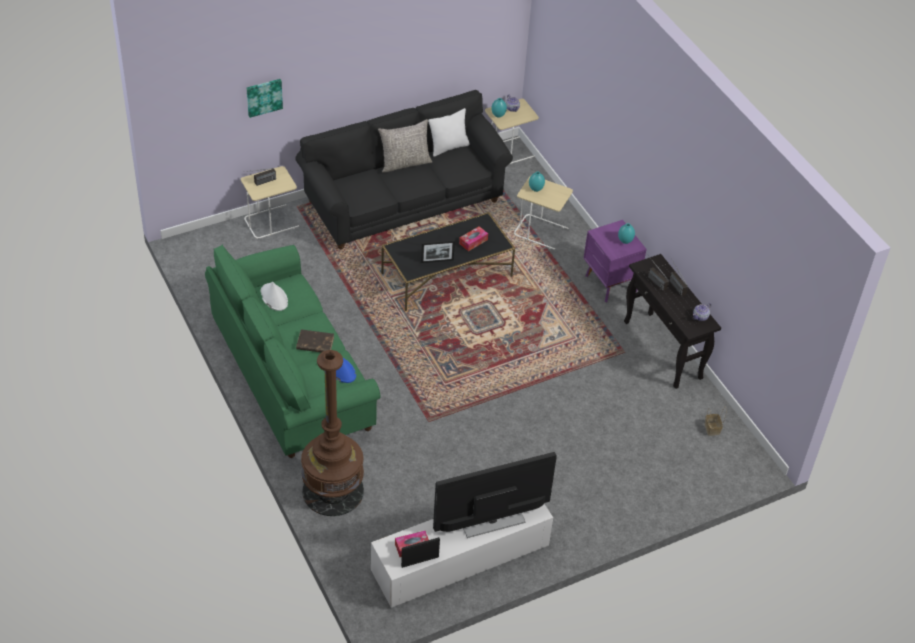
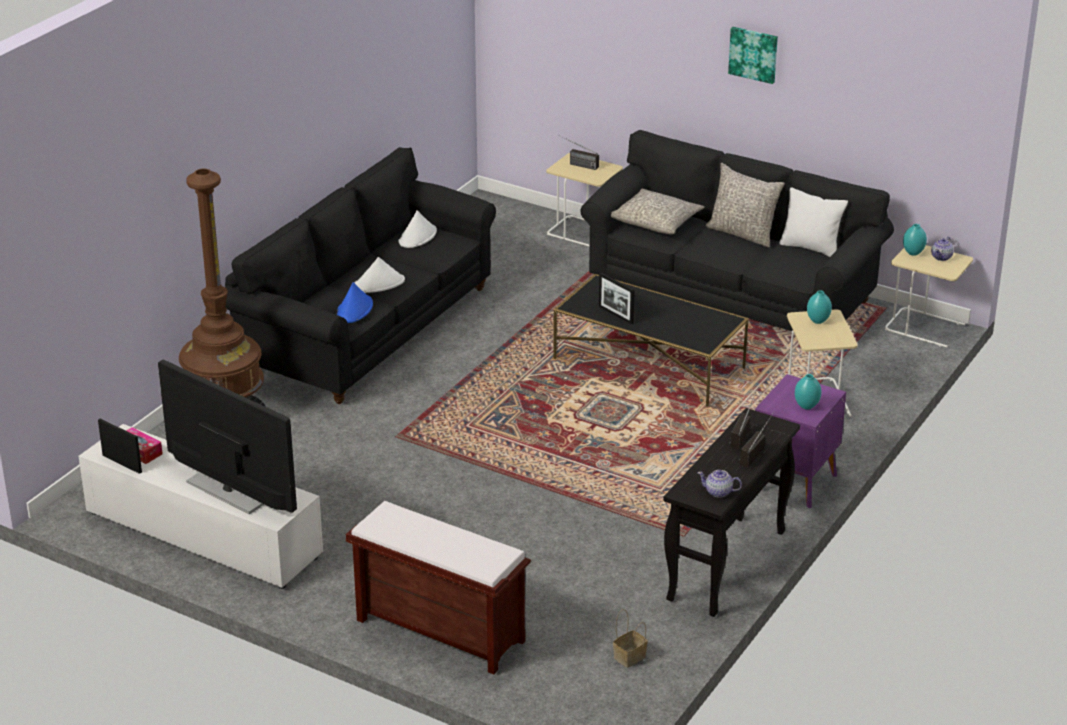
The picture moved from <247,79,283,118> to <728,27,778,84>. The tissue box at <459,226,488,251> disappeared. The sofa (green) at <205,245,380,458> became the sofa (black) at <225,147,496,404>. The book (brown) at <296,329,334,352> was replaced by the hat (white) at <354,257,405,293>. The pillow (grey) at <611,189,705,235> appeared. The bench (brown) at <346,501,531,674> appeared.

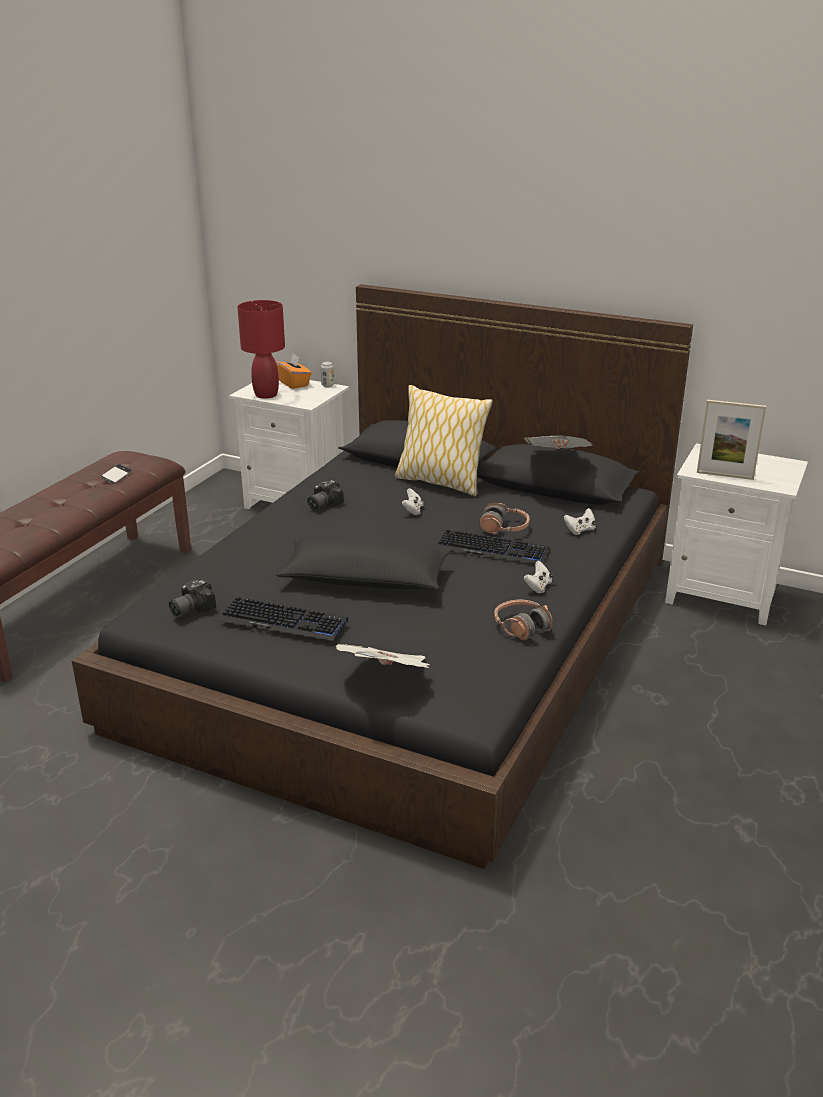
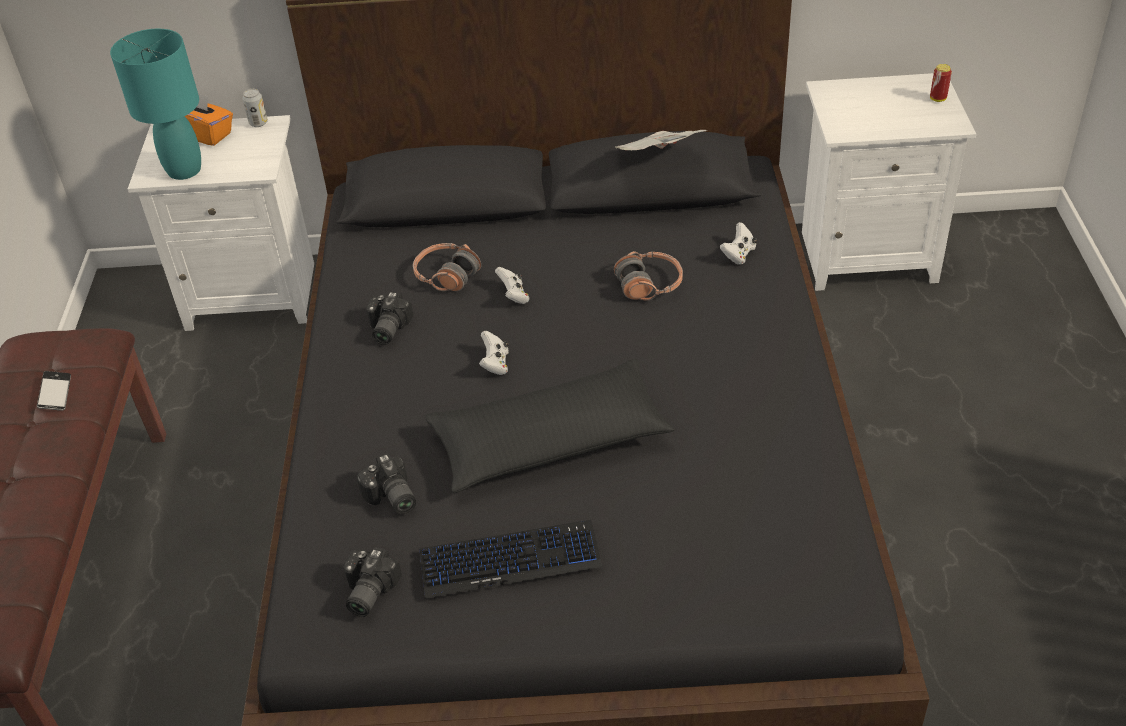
The table lamp (red) at <237,300,285,399> became the table lamp (turquoise) at <110,29,201,180>. The pillow at <395,385,493,496> disappeared. The picture frame at <697,400,766,480> disappeared. The keyboard at <435,529,549,564> disappeared. The game controller (white) moved from <523,561,553,594> to <479,331,509,375>. The headphones moved from <494,600,553,640> to <413,243,481,291>. The newspaper at <336,644,430,668> disappeared. The can at <930,64,952,102> appeared. The photo camera at <357,453,416,514> appeared.

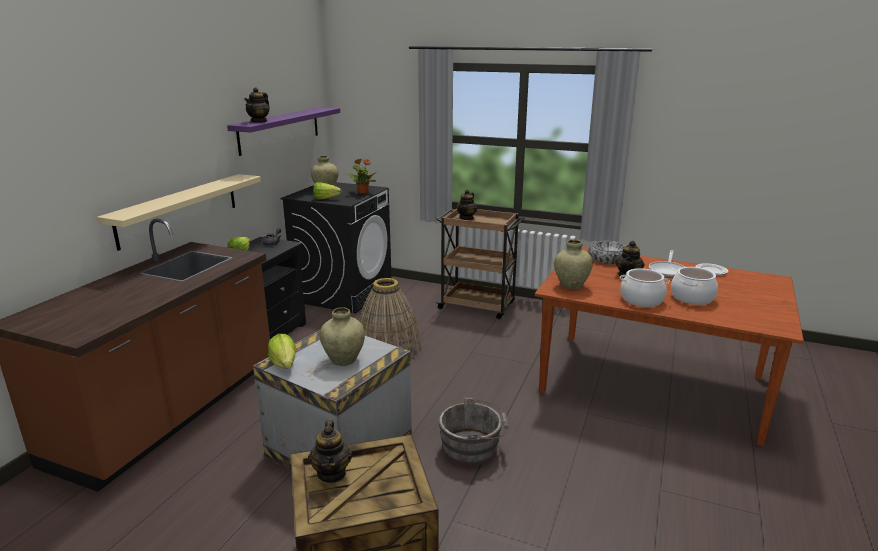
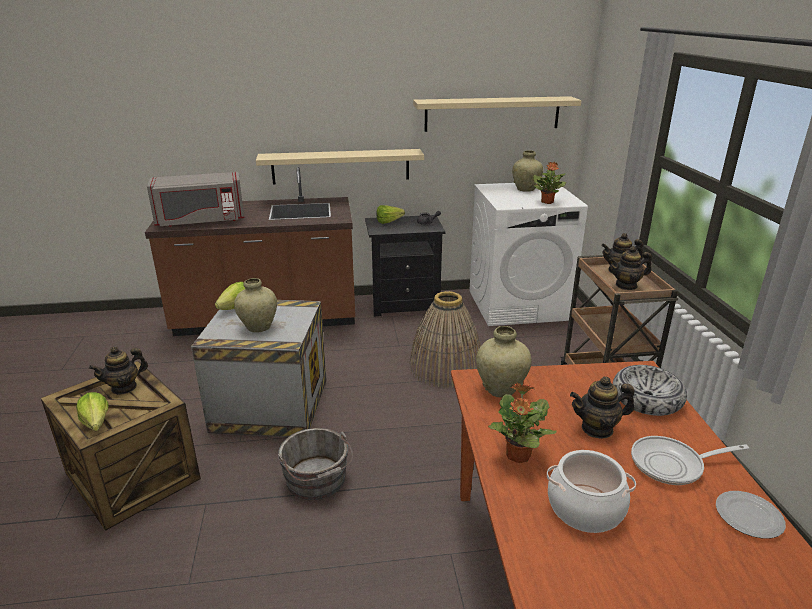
The teapot moved from <244,87,270,123> to <609,246,652,290>. The shelf (purple) at <227,107,340,156> became the shelf (beige) at <413,96,582,132>. The washing machine (black) at <280,182,392,314> became the washing machine (white) at <469,183,588,326>. The lettuce moved from <313,182,342,200> to <76,392,109,431>. The cooking pot at <620,268,670,307> was replaced by the potted plant at <488,383,556,463>. The microwave (grey) at <147,172,244,227> appeared.

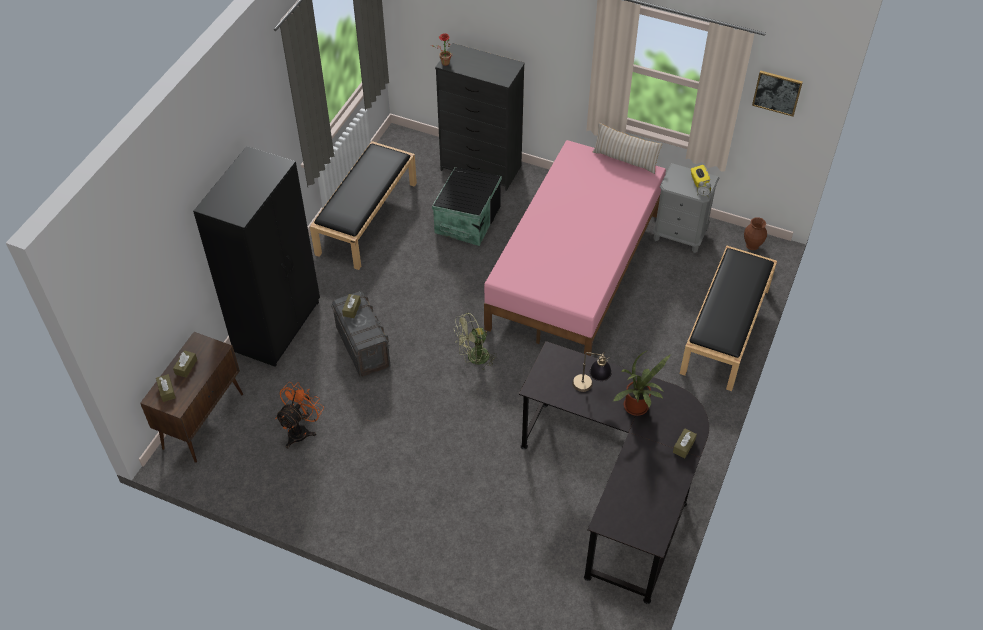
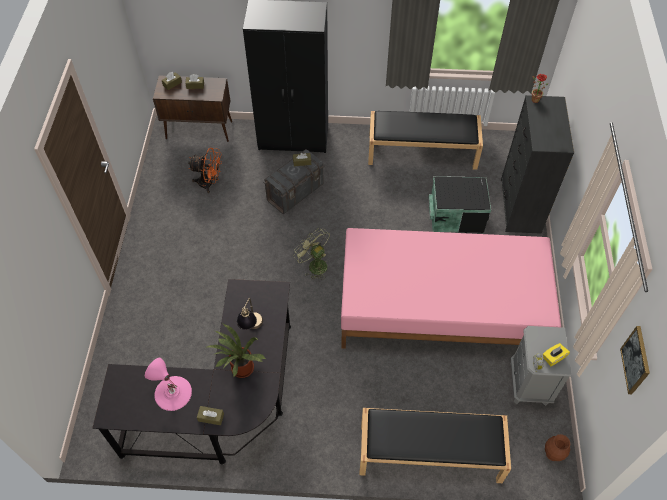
The pillow (beige) at <593,123,662,174> disappeared. The table lamp (pink) at <145,358,192,411> appeared.

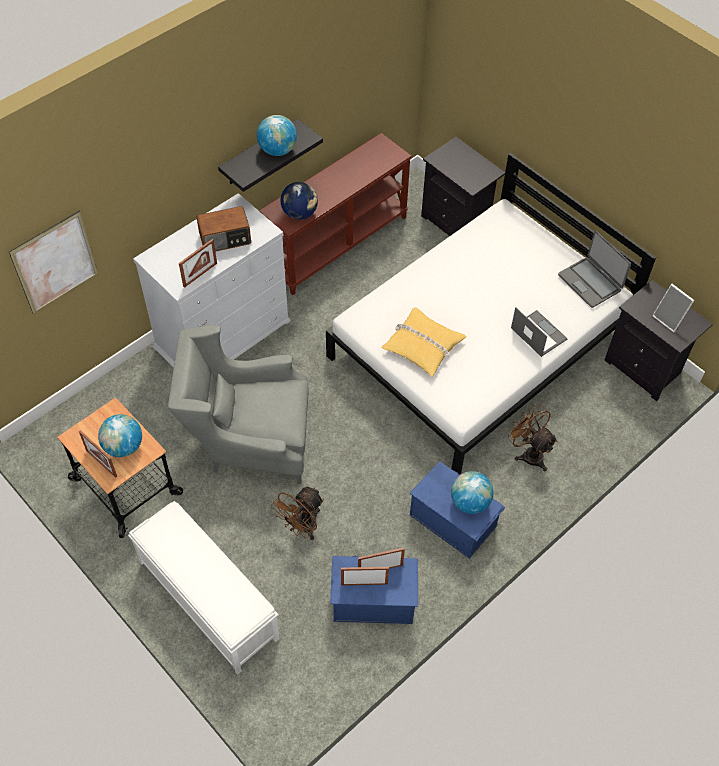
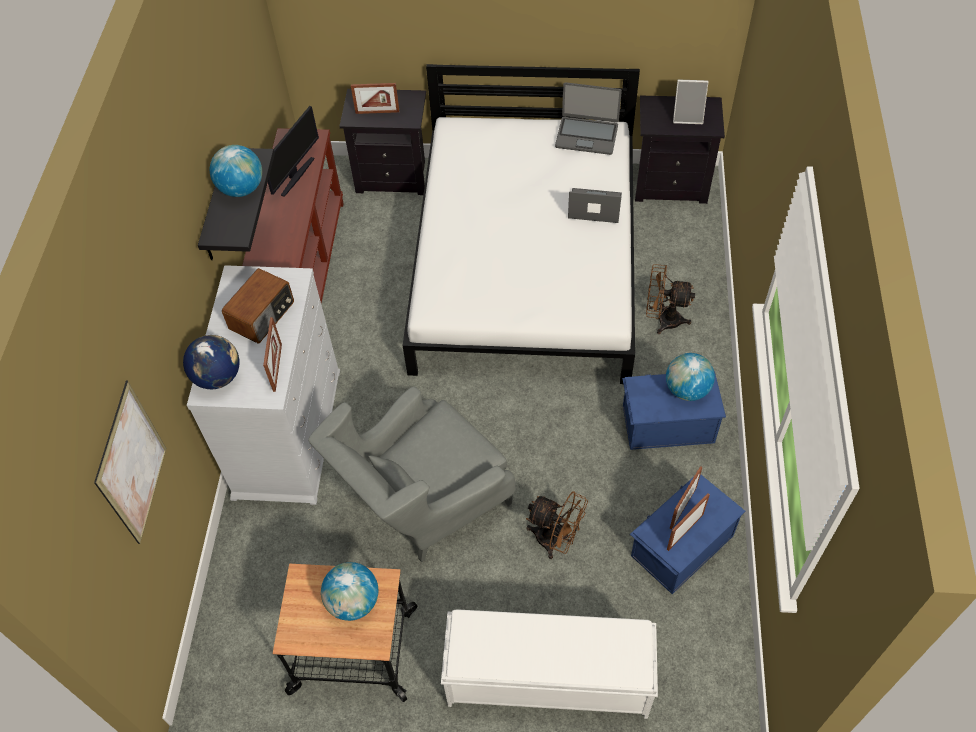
The globe moved from <280,182,318,220> to <183,335,240,389>. The pillow (yellow) at <381,307,467,377> disappeared. The picture frame moved from <79,430,117,478> to <351,83,399,114>. The fan (brown) at <271,487,324,540> turned 60 degrees counterclockwise. The monitor at <268,106,319,197> appeared.

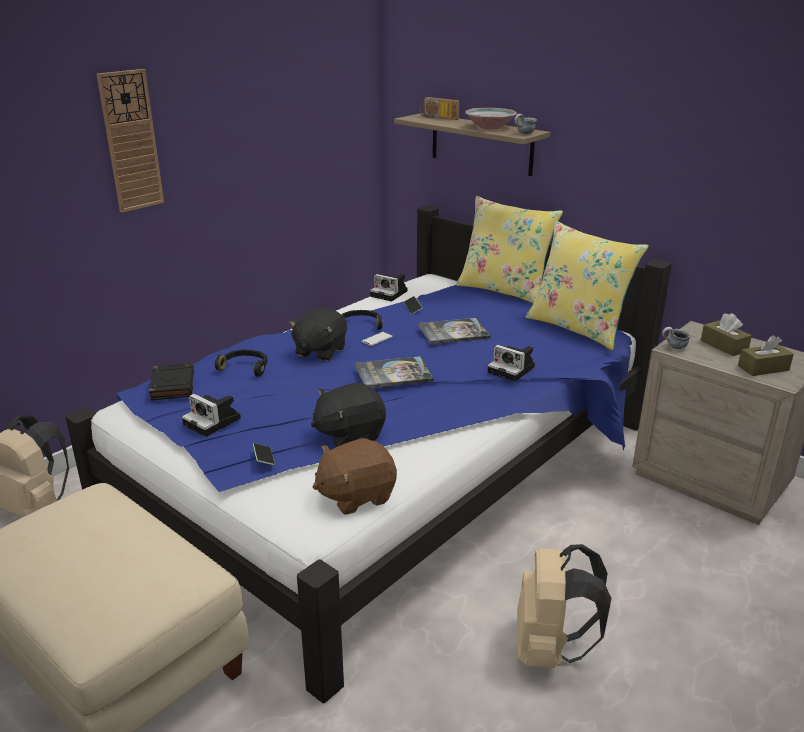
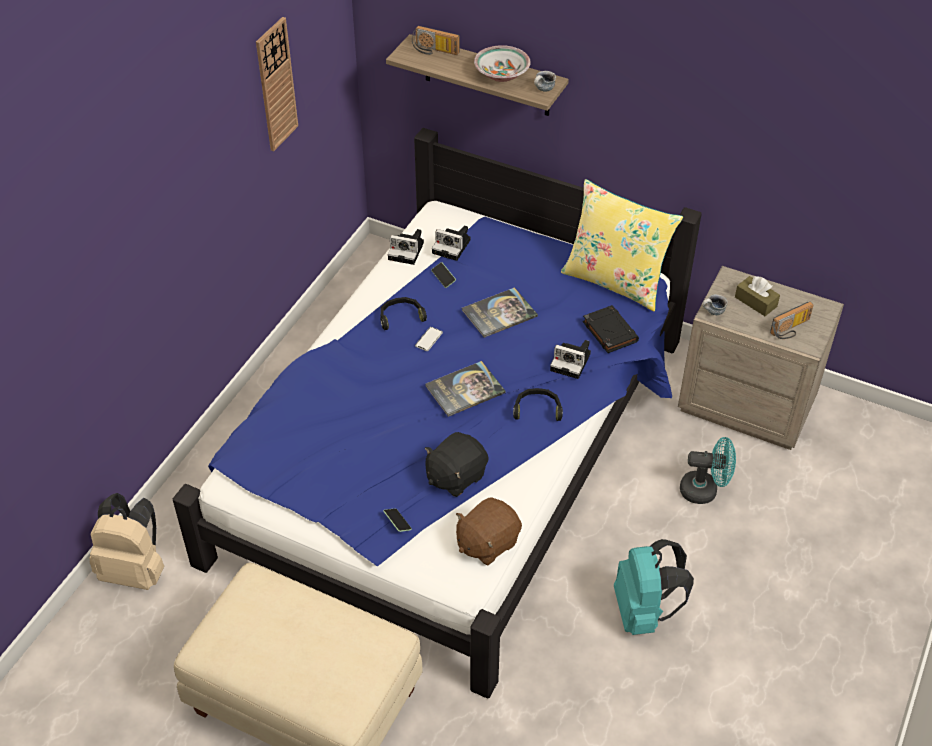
The wall clock moved from <96,69,164,213> to <256,17,298,151>. The pillow (yellow) at <456,196,563,303> disappeared. The plush toy (black) at <289,307,347,361> disappeared. The tissue box (brown) at <738,335,794,376> was replaced by the radio at <770,301,814,339>. The headphones (black) moved from <215,349,267,376> to <513,388,563,421>. The book (black) moved from <149,363,194,401> to <583,305,639,353>. The photo camera moved from <182,394,241,437> to <432,226,471,261>. The backpack (beige) at <517,544,611,668> became the backpack (turquoise) at <614,539,694,635>. The fan (turquoise) at <680,437,736,504> appeared.

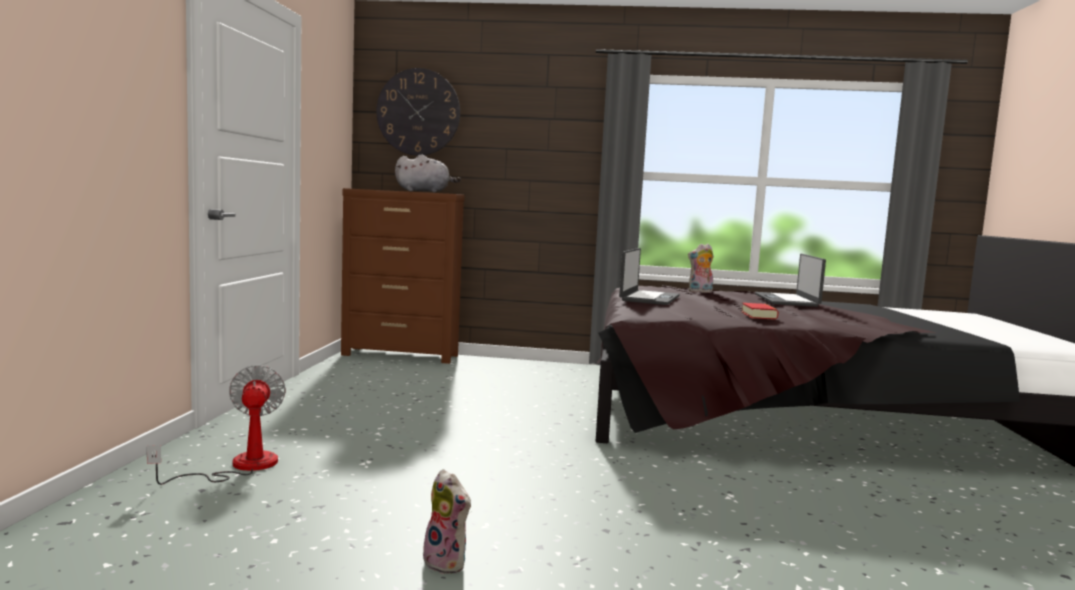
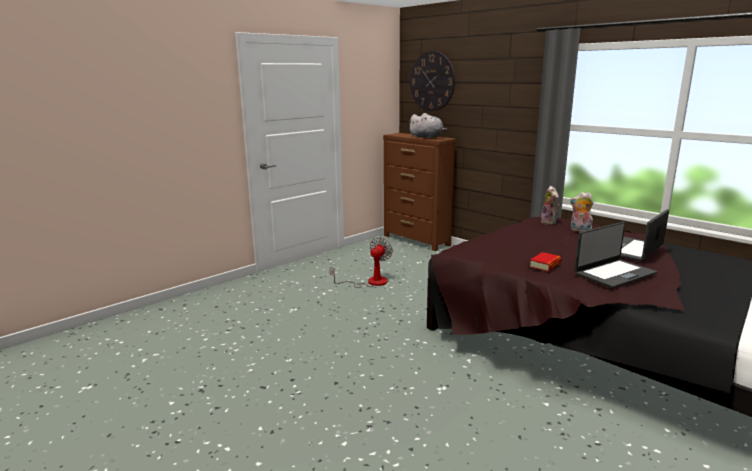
The laptop moved from <619,248,680,305> to <574,222,657,288>. The fan moved from <147,365,286,485> to <330,237,393,288>. The plush toy moved from <421,469,471,574> to <541,186,559,225>.

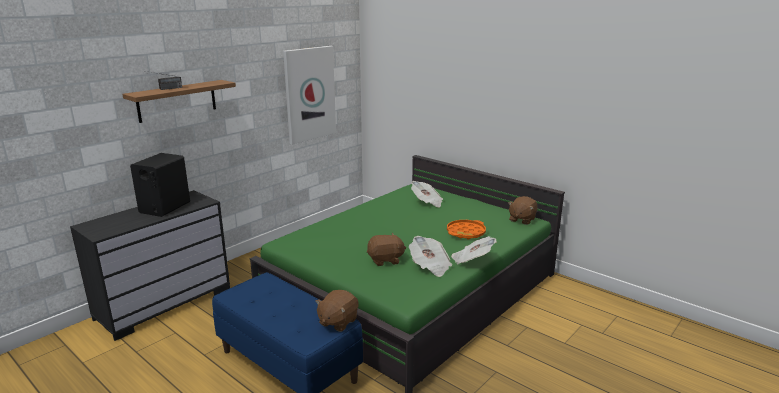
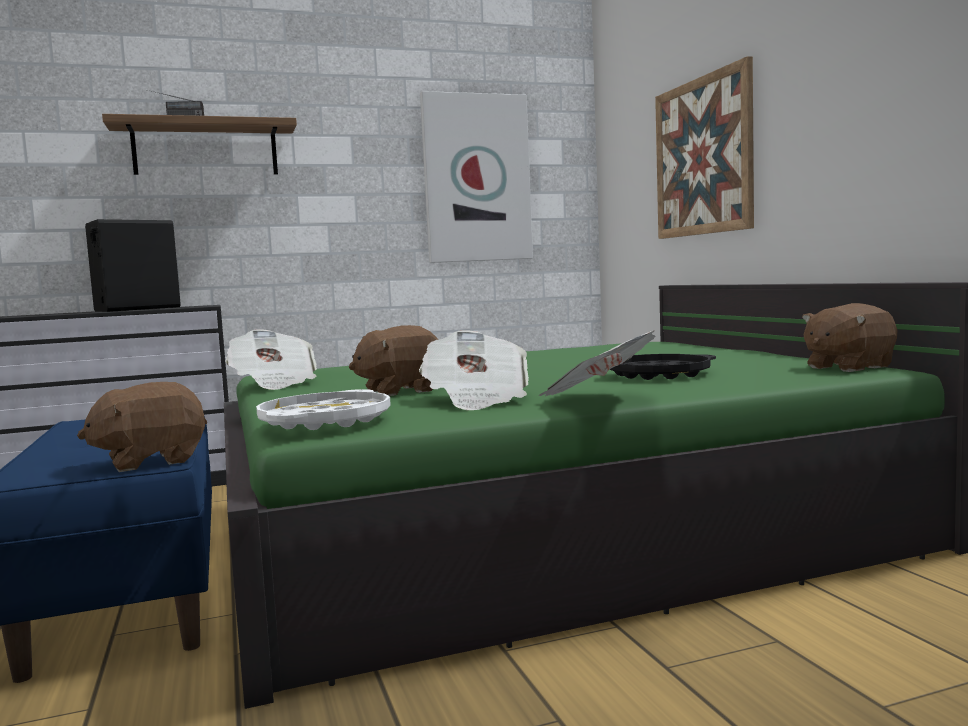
The newspaper moved from <411,181,443,207> to <226,329,317,390>. The tray (orange) at <447,220,486,240> became the tray (black) at <610,354,716,380>. The plush toy (brown) at <367,233,406,266> turned 135 degrees clockwise. The picture at <655,56,754,239> appeared. The tray (white) at <256,389,391,430> appeared.

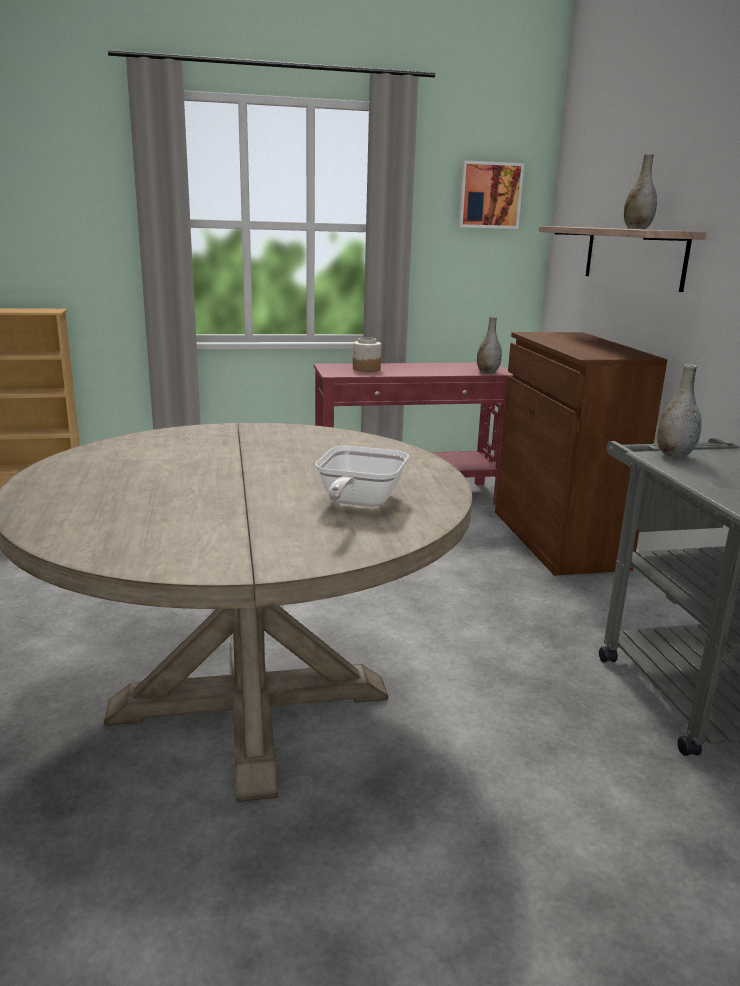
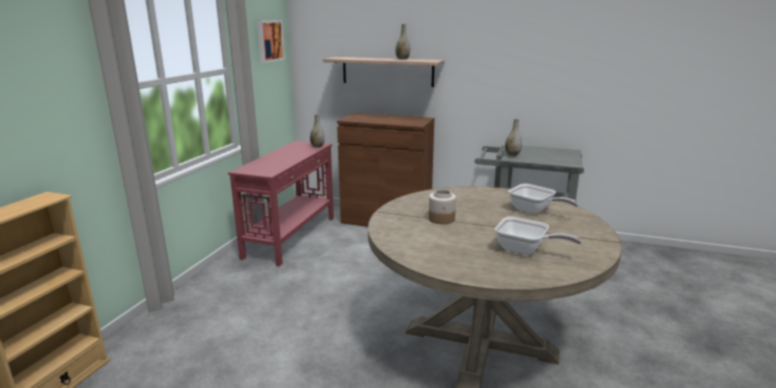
The jar moved from <353,337,381,372> to <428,189,456,224>. The frying pan at <495,217,582,255> appeared.

